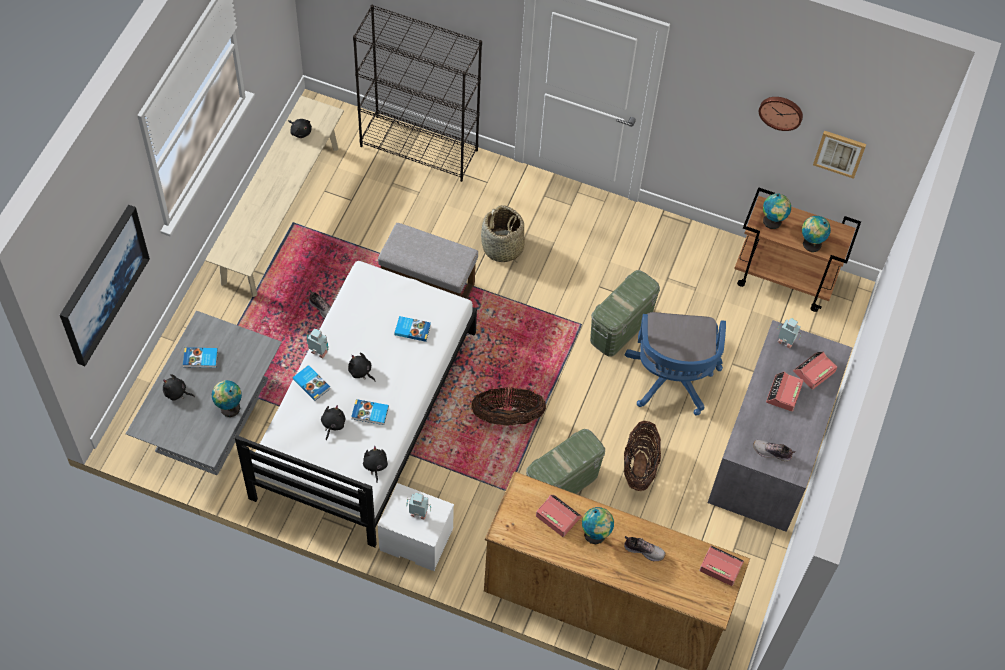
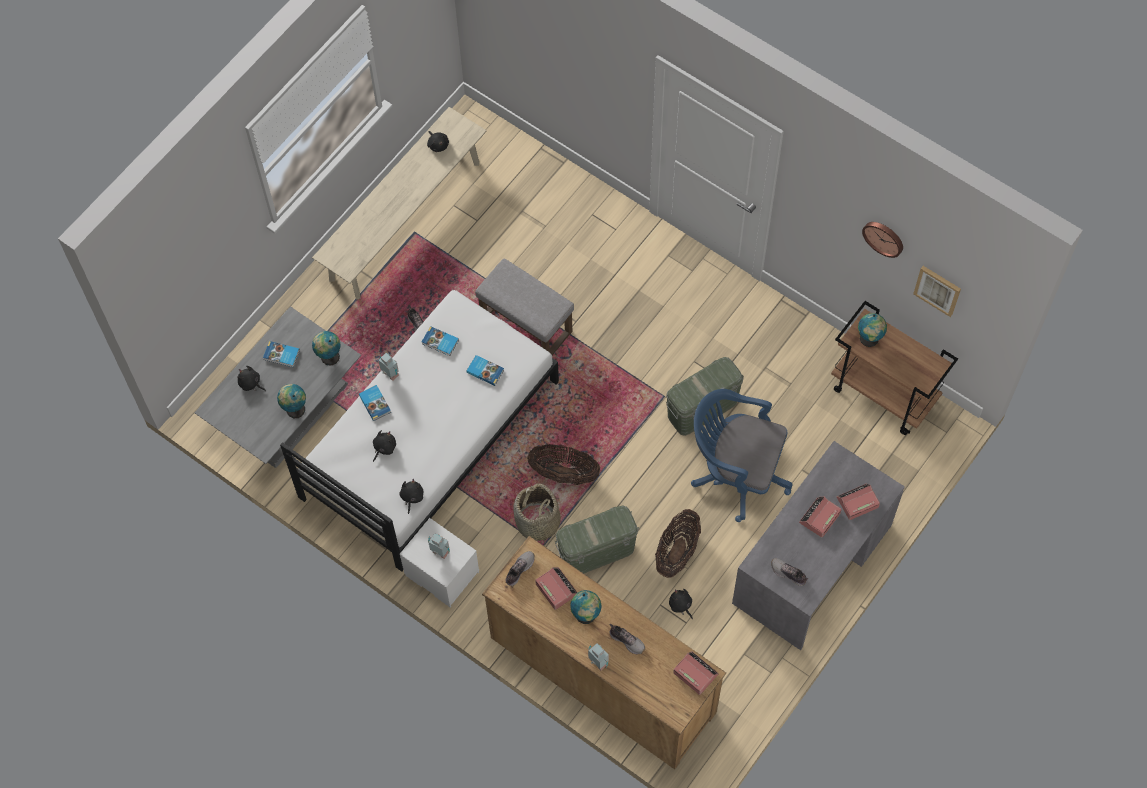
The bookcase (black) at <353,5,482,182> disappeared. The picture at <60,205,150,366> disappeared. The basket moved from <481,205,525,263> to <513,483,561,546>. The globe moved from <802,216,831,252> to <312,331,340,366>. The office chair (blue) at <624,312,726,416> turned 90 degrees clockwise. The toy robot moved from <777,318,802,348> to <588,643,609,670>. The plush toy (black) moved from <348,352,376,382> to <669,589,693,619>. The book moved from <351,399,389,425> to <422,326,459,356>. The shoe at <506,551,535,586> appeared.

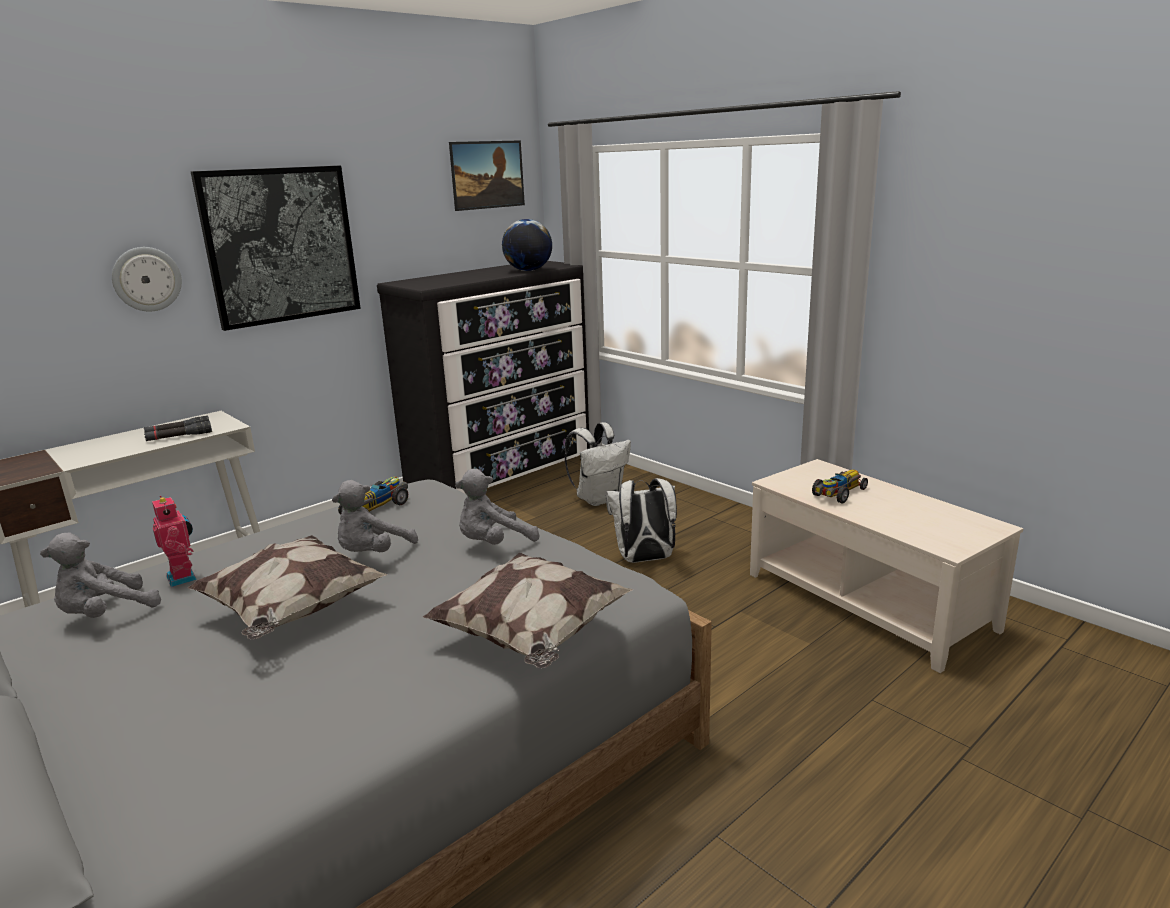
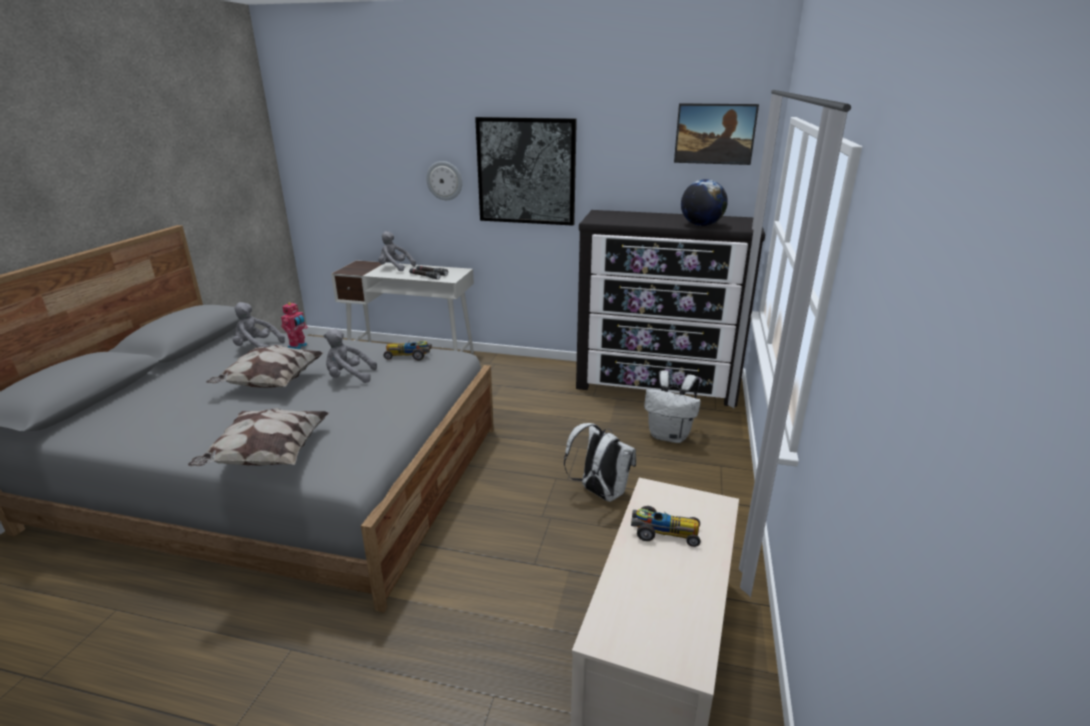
The plush toy (grey) moved from <455,469,539,545> to <378,231,416,271>.

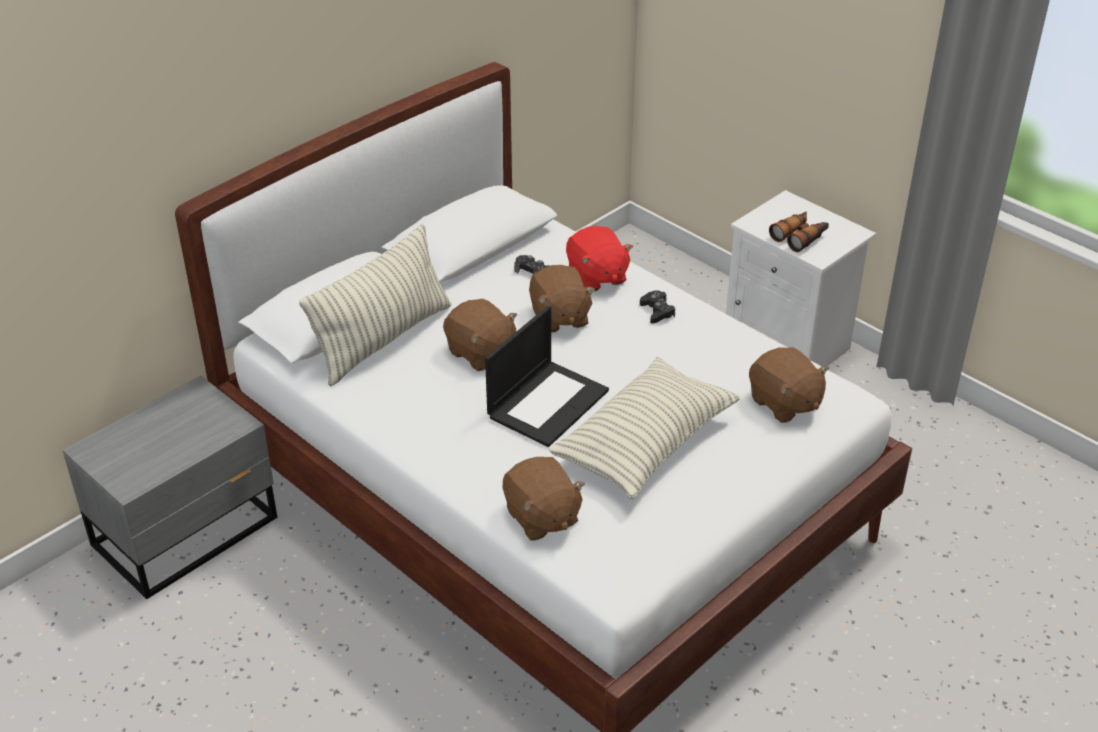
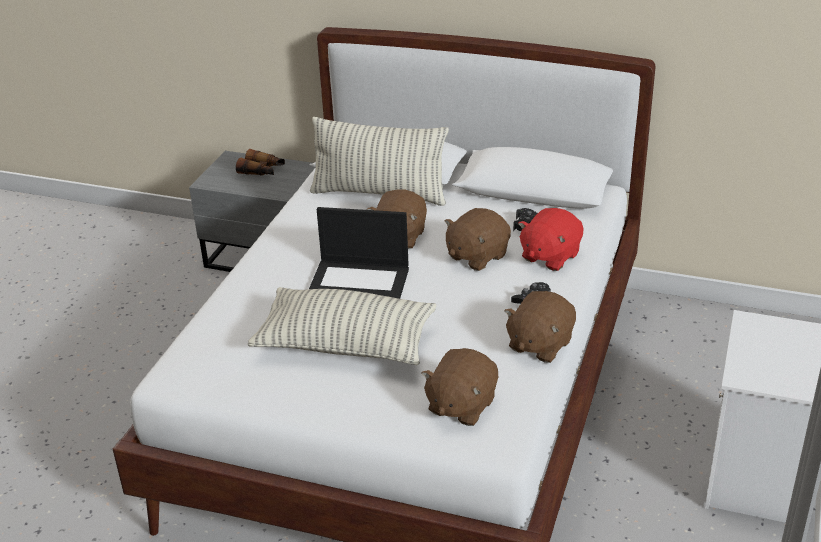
The binoculars moved from <769,212,829,252> to <236,149,285,176>. The plush toy (brown) moved from <503,457,585,541> to <504,291,576,363>.

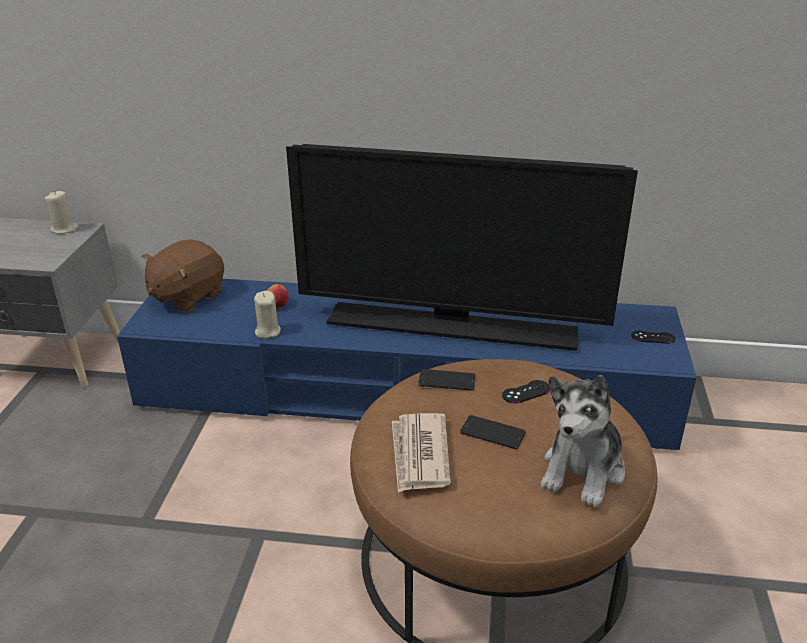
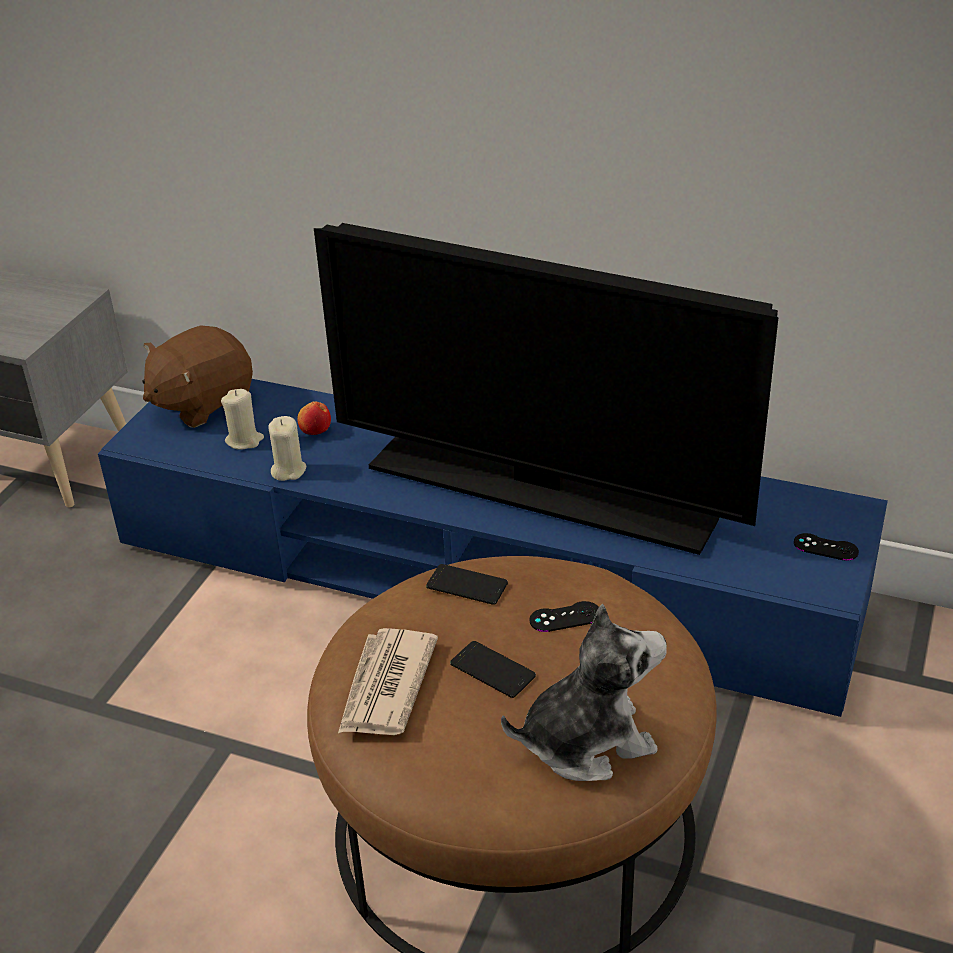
The candle (beige) moved from <45,191,79,234> to <221,389,264,450>. The plush toy at <541,375,625,507> turned 150 degrees counterclockwise.

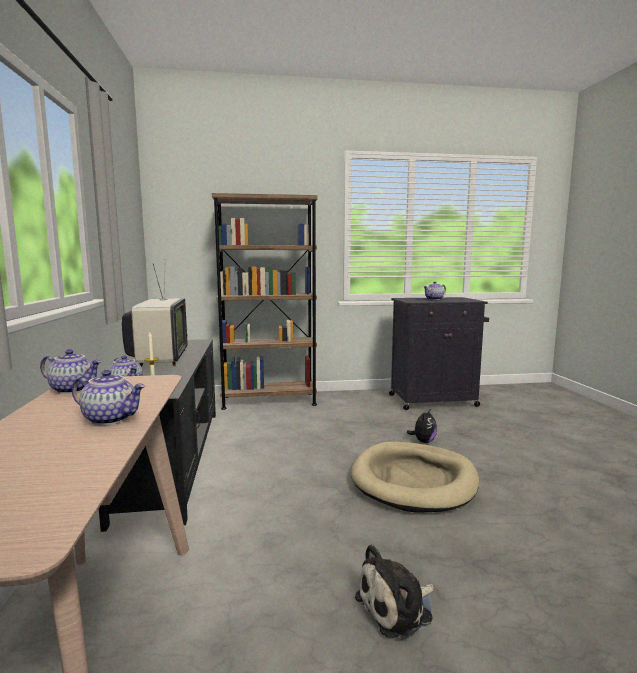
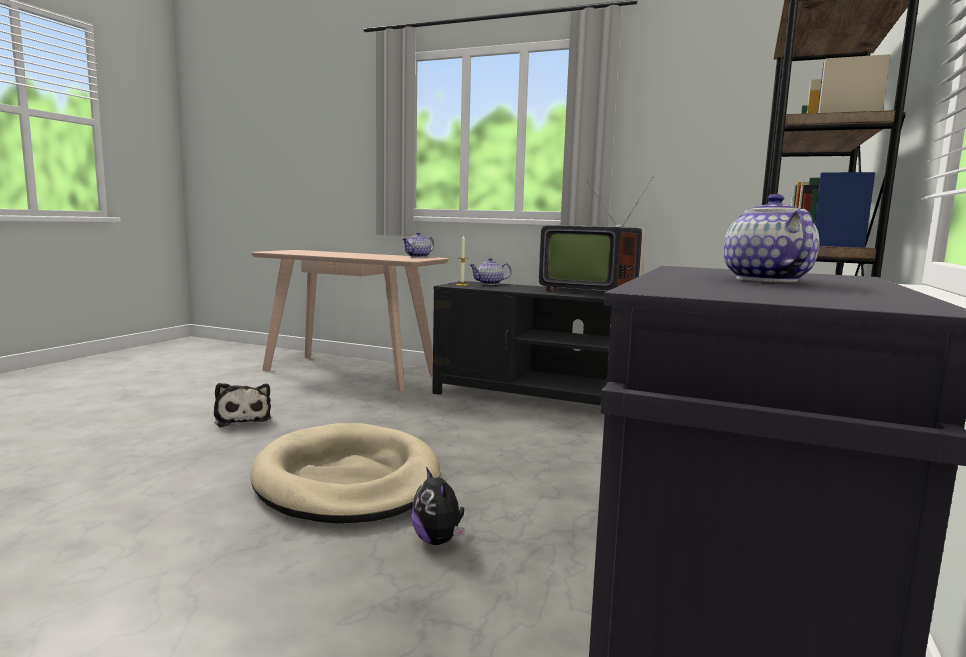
The teapot at <72,370,145,425> disappeared. The plush toy at <355,544,434,640> turned 150 degrees clockwise.

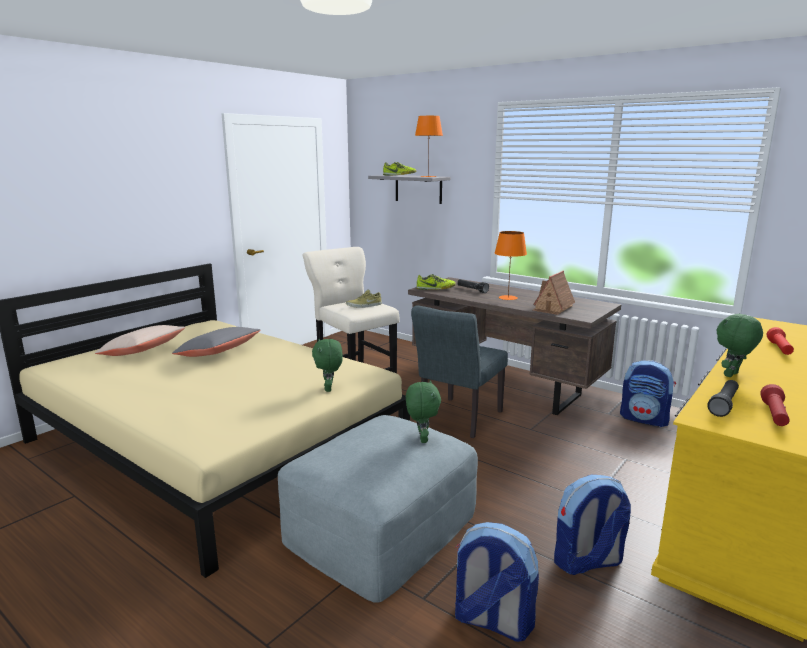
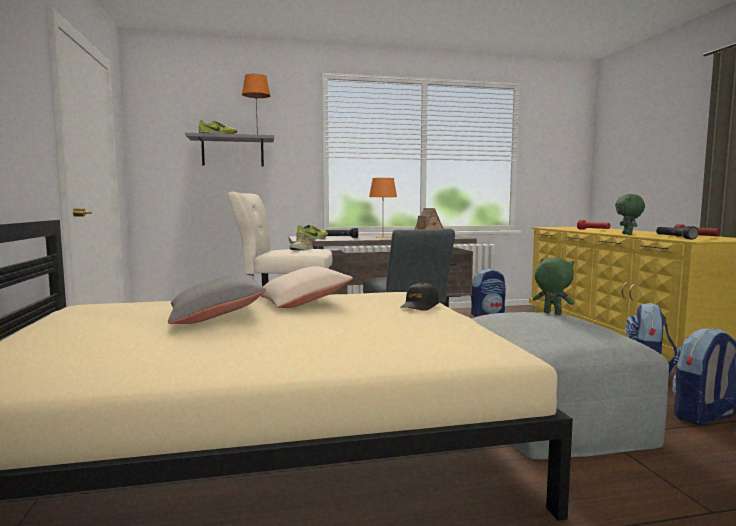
The pillow (beige) moved from <95,325,186,356> to <261,266,353,308>. The plush toy (green) at <312,339,343,392> was replaced by the cap (black) at <400,282,439,311>.

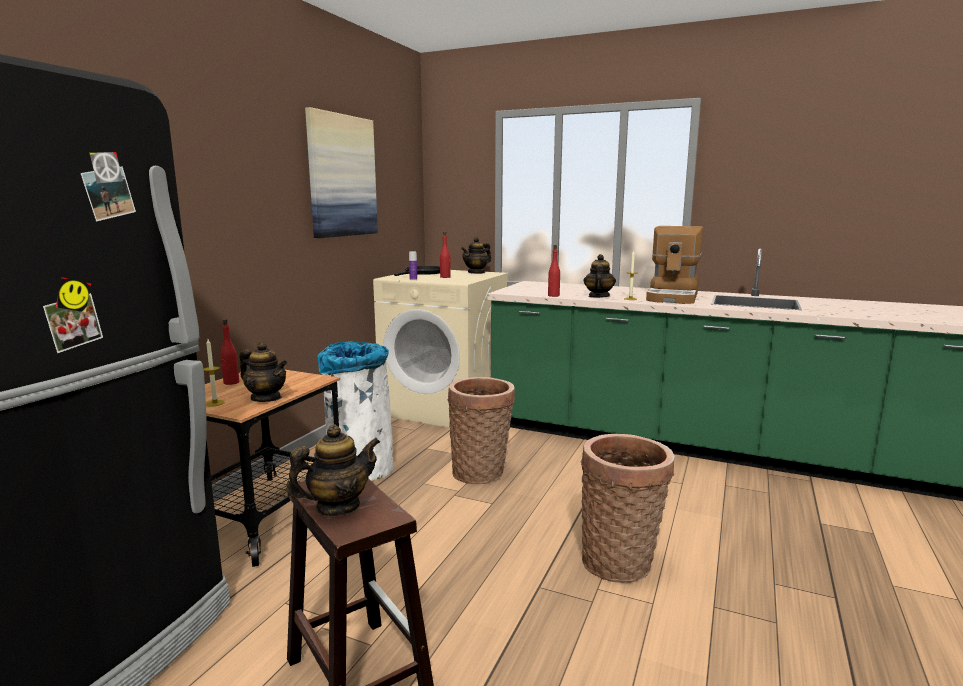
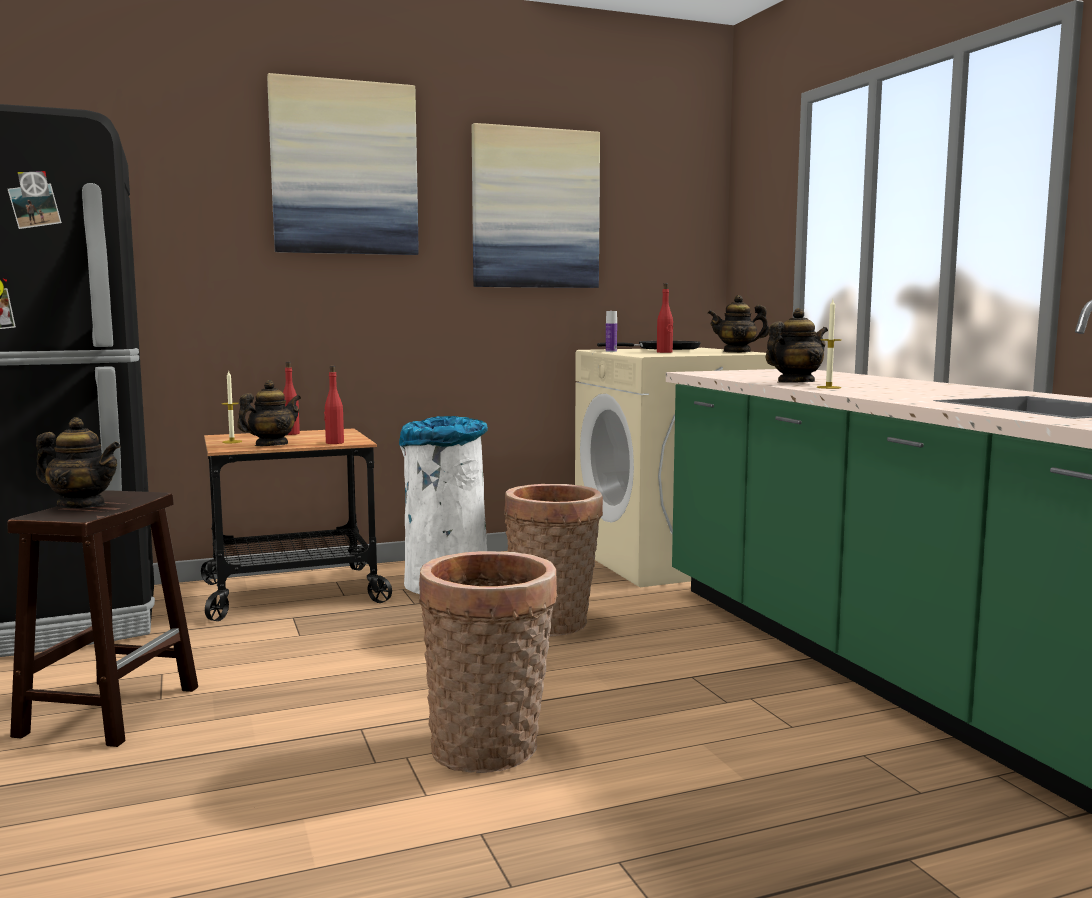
The coffee machine at <646,226,703,304> disappeared. The bottle (red) moved from <548,245,560,297> to <324,365,344,444>. The teapot at <239,342,287,402> turned 120 degrees counterclockwise. The picture at <267,73,419,255> appeared.

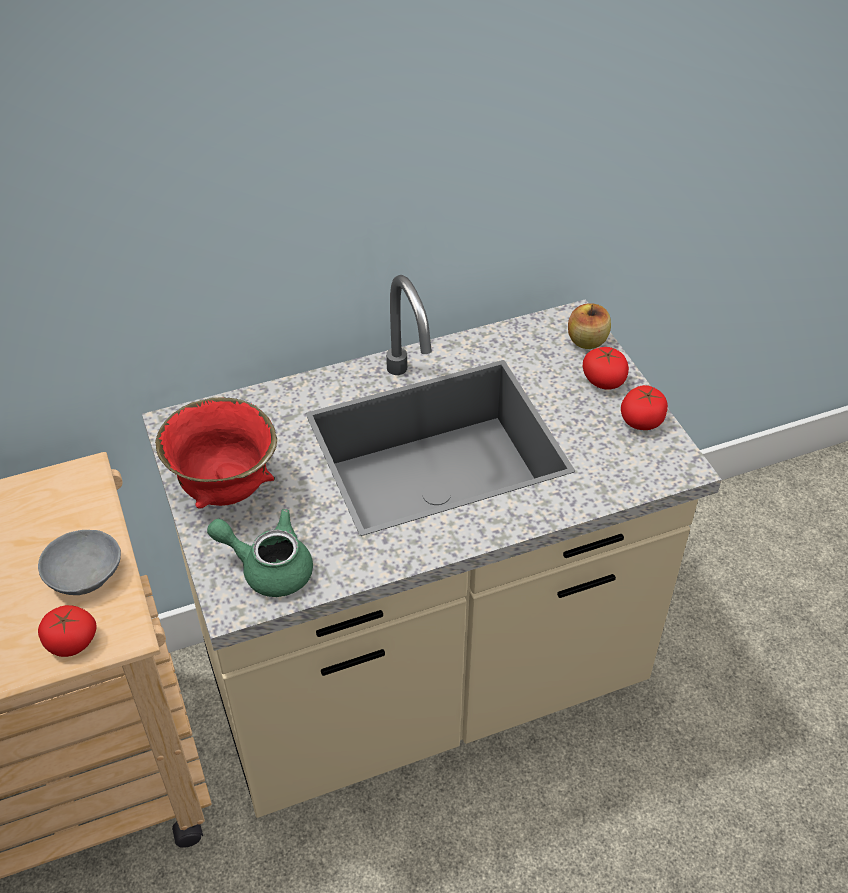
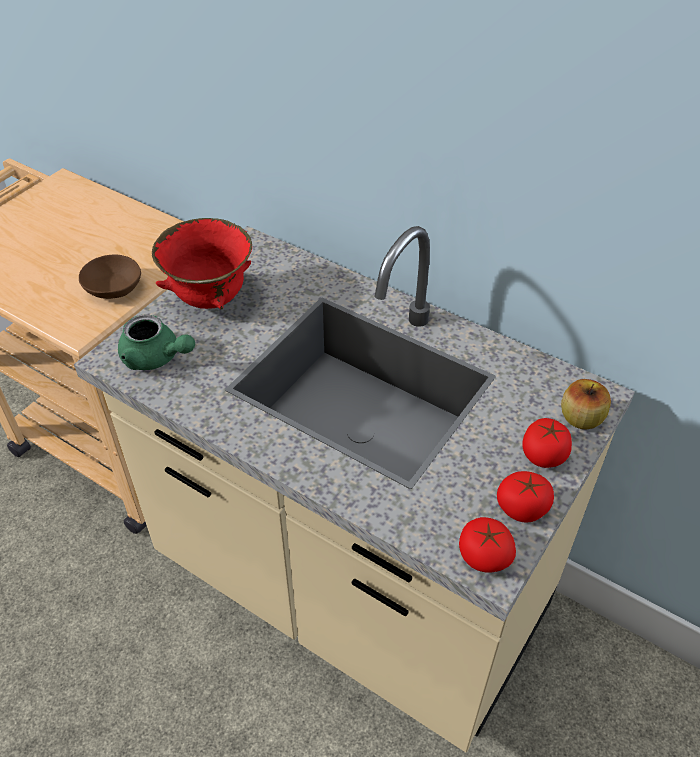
The teapot (green) at <207,509,313,597> turned 135 degrees clockwise. The bowl (grey) at <38,530,121,595> became the bowl (brown) at <79,254,141,299>. The tomato moved from <38,605,97,657> to <459,517,516,573>.

